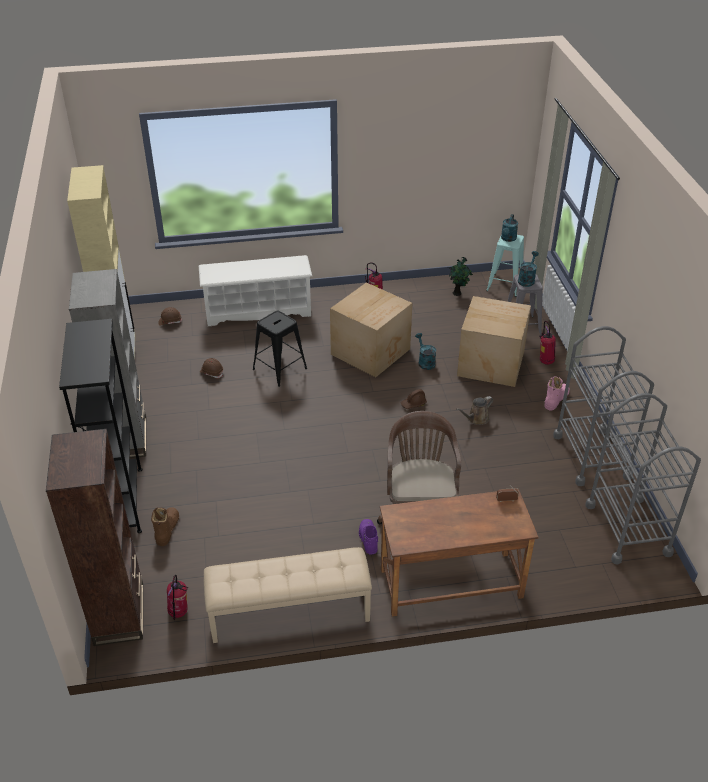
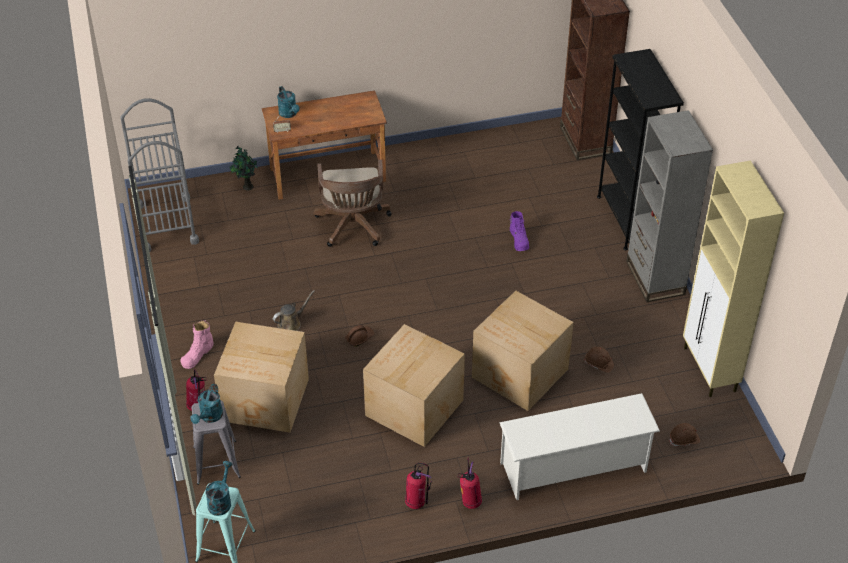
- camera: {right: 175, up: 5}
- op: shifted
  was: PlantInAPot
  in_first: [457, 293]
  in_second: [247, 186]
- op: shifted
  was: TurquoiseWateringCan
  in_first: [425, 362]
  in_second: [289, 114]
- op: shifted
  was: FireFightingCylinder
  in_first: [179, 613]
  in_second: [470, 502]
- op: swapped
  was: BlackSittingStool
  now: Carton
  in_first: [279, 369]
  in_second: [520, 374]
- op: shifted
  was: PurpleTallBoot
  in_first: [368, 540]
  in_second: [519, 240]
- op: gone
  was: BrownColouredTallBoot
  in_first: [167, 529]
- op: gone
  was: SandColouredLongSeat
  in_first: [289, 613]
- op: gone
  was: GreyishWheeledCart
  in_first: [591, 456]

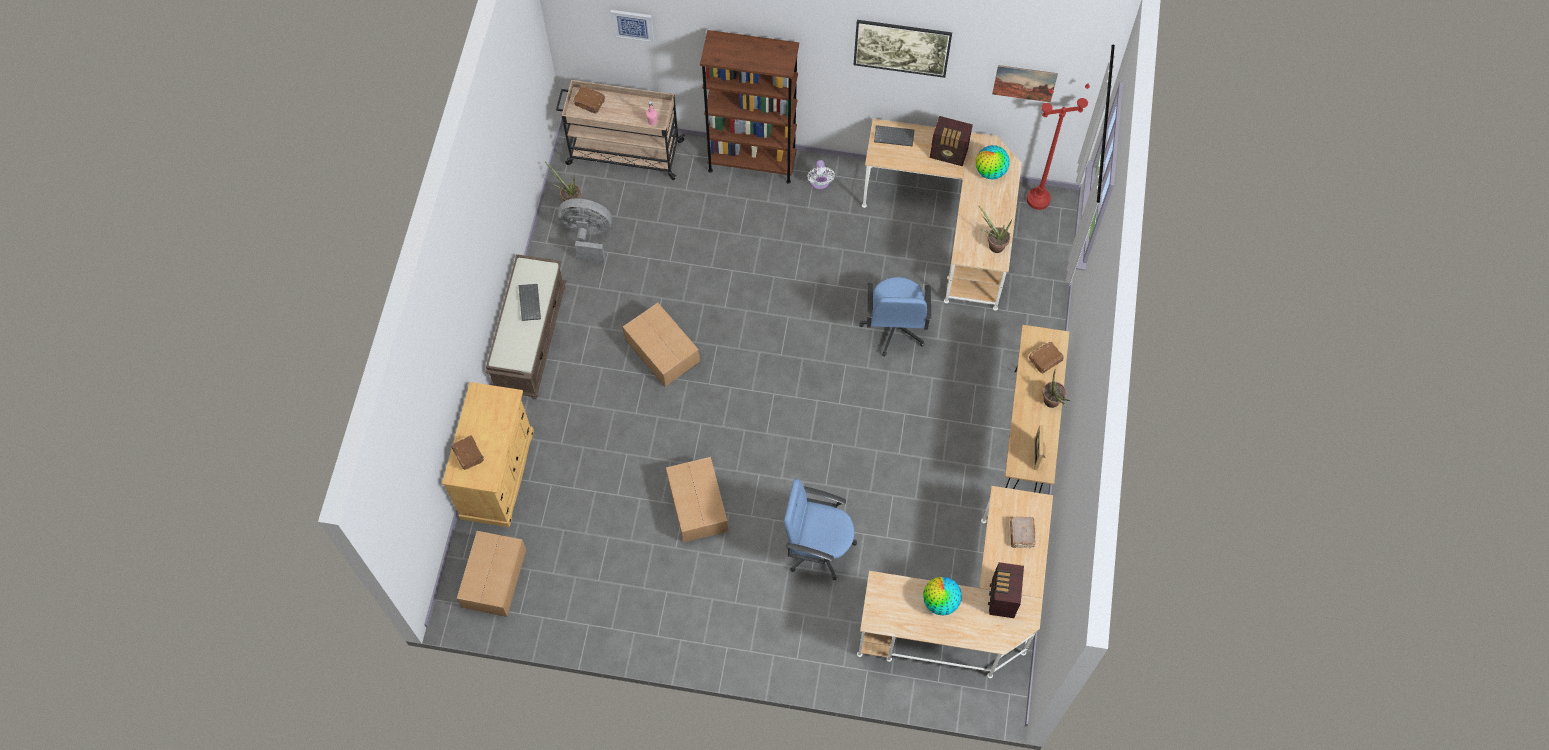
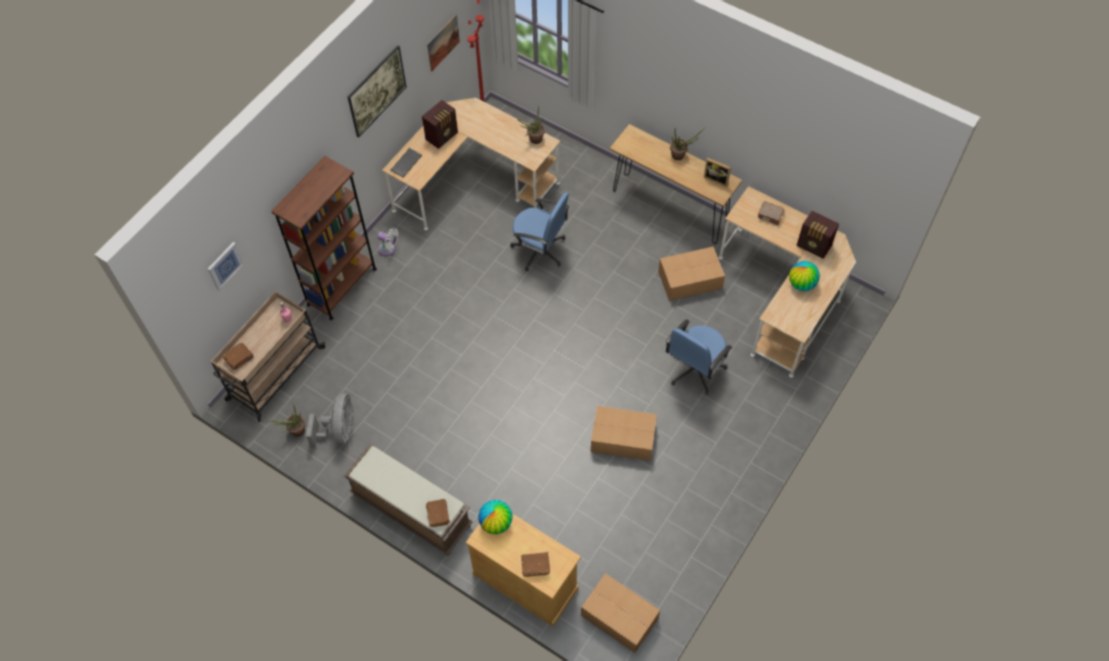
- camera: {right: -65, up: -5}
- op: rotated
  was: GreyishFan
  in_first: [588, 237]
  in_second: [339, 430]
  clockwise: 150
- op: shifted
  was: BrownColouredVolume
  in_first: [1045, 360]
  in_second: [438, 514]
- op: shifted
  was: DeskGlobe
  in_first: [990, 171]
  in_second: [496, 523]
- op: shifted
  was: Carton
  in_first: [662, 349]
  in_second: [689, 279]
- op: gone
  was: PcKeyboard
  in_first: [529, 302]

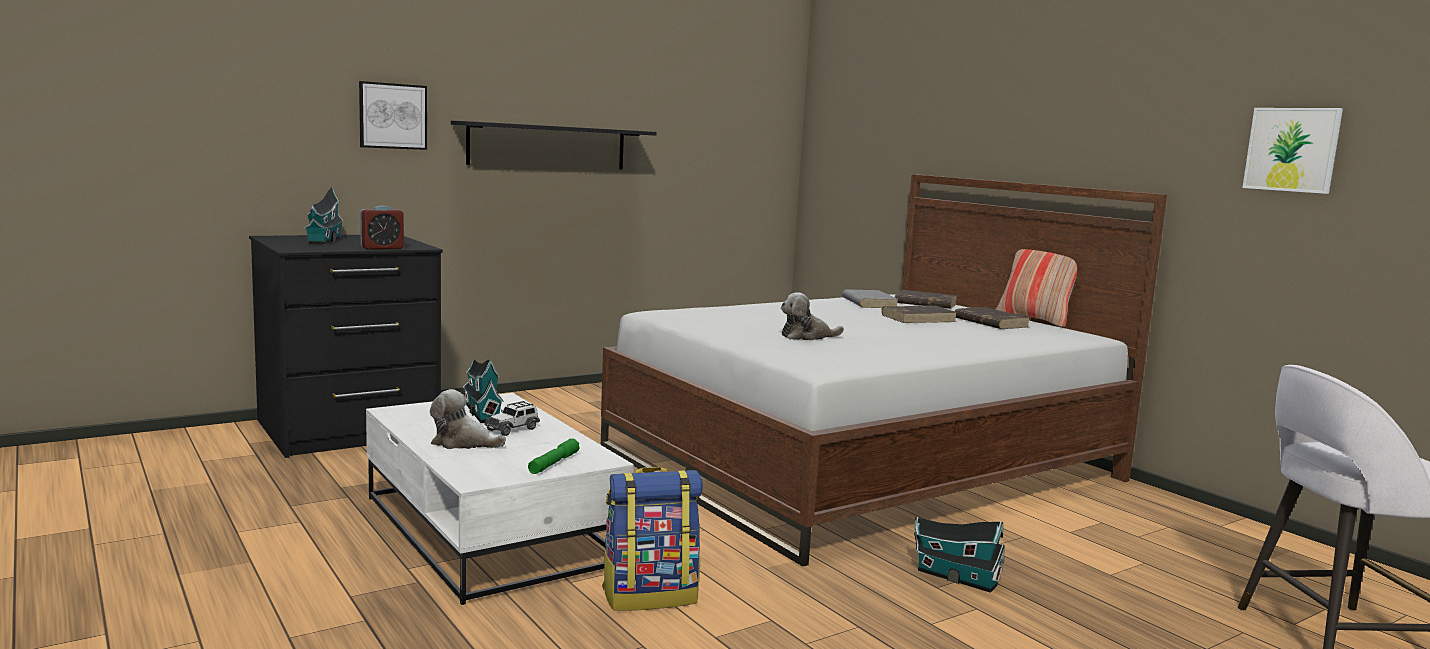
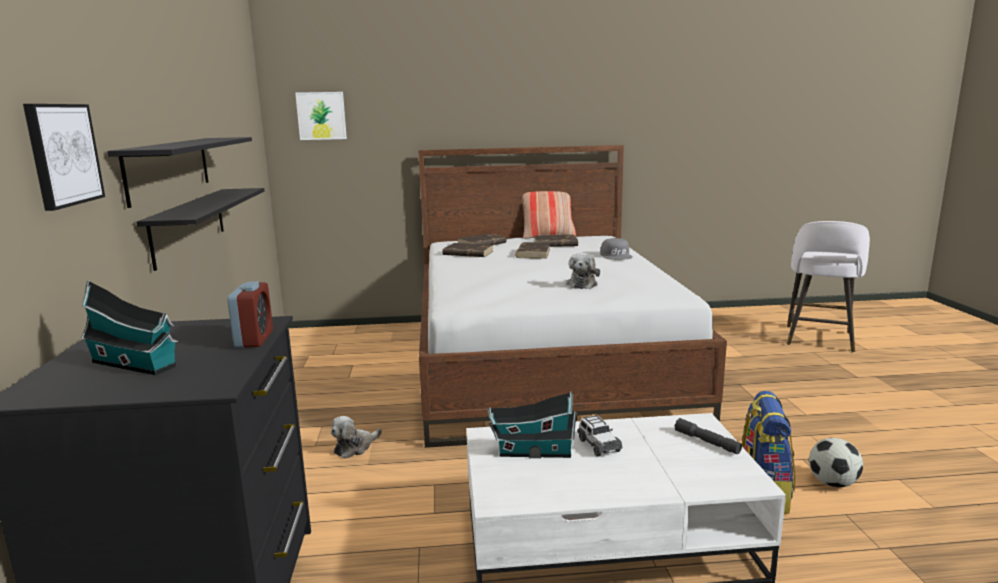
- camera: {right: -60, up: 5}
- op: new
  now: BlackShelf
  in_second: [189, 225]
- op: shifted
  was: WallPicture
  in_first: [1291, 149]
  in_second: [321, 116]
- op: shifted
  was: PlushToy
  in_first: [463, 443]
  in_second: [355, 447]
- op: repainted
  was: GreyishVolume
  now: BrownColouredVolume
  in_first: [869, 303]
  in_second: [467, 253]
- op: new
  now: GreyishPeakedCap
  in_second: [616, 255]
- op: repainted
  was: GreenishFlashlight
  now: GreyishFlashlight
  in_first: [553, 463]
  in_second: [707, 442]
- op: new
  now: BallForFootball
  in_second: [832, 483]
- op: gone
  was: ToyHouse
  in_first: [954, 577]

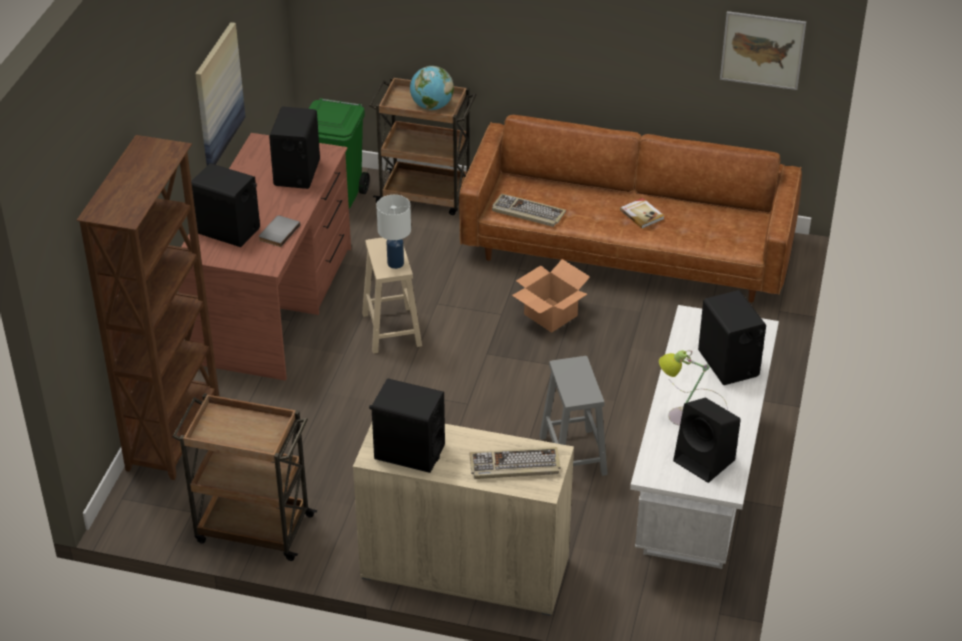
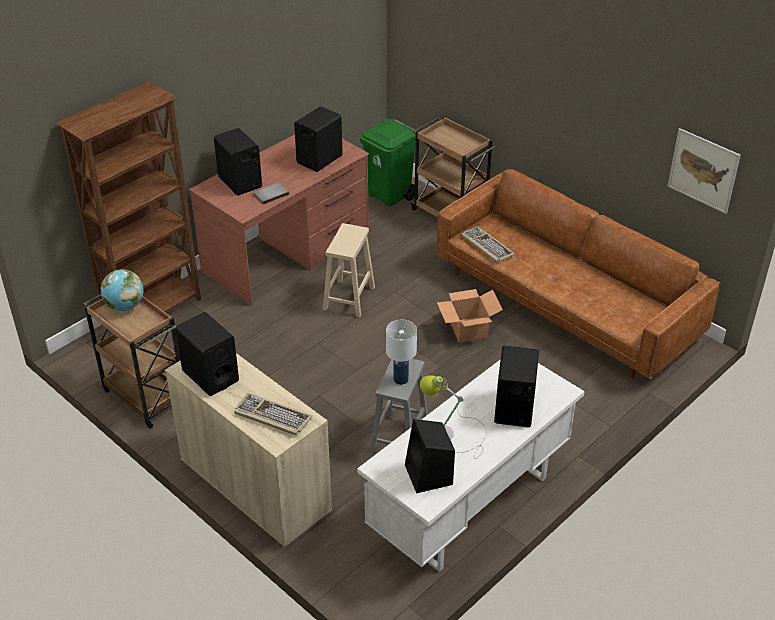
- camera: {right: 30, up: 0}
- op: shifted
  was: DeskGlobe
  in_first: [431, 106]
  in_second: [125, 306]
- op: shifted
  was: WhiteTabletopLamp
  in_first: [396, 263]
  in_second: [401, 379]
- op: gone
  was: WallPicture
  in_first: [218, 95]
- op: gone
  was: Volume
  in_first: [642, 214]

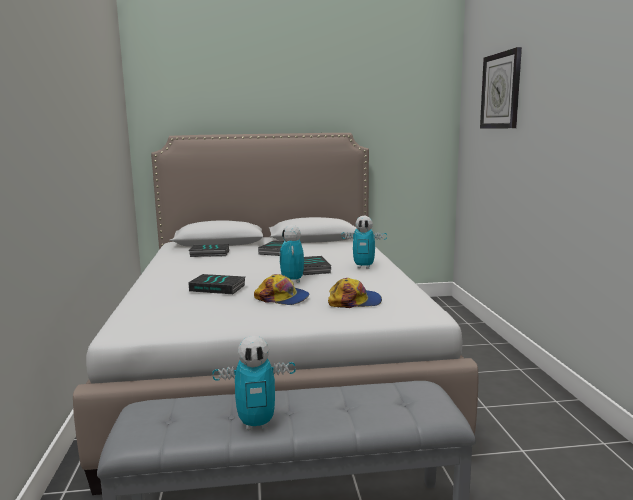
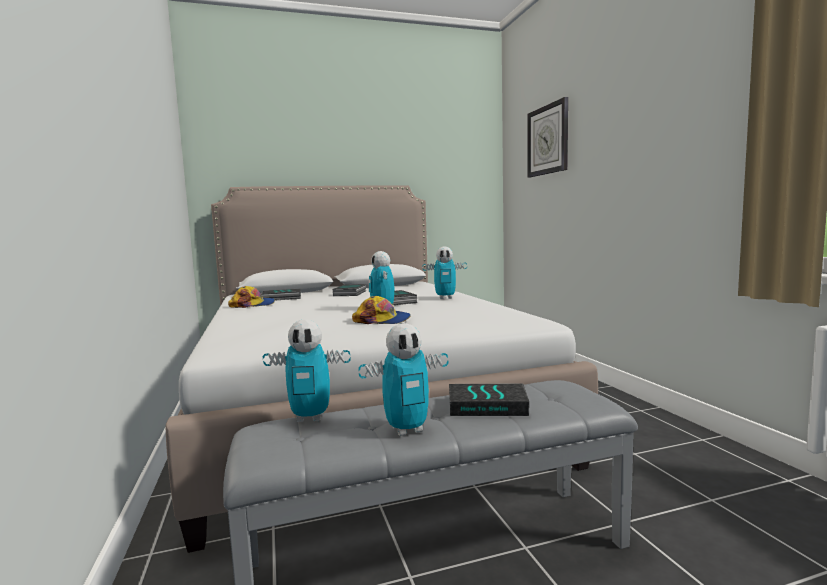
- camera: {right: -10, up: -5}
- op: shifted
  was: PeakedCap
  in_first: [354, 301]
  in_second: [253, 305]
- op: new
  now: RobotFigure
  in_second: [310, 417]
- op: shifted
  was: Volume
  in_first: [218, 288]
  in_second: [488, 405]

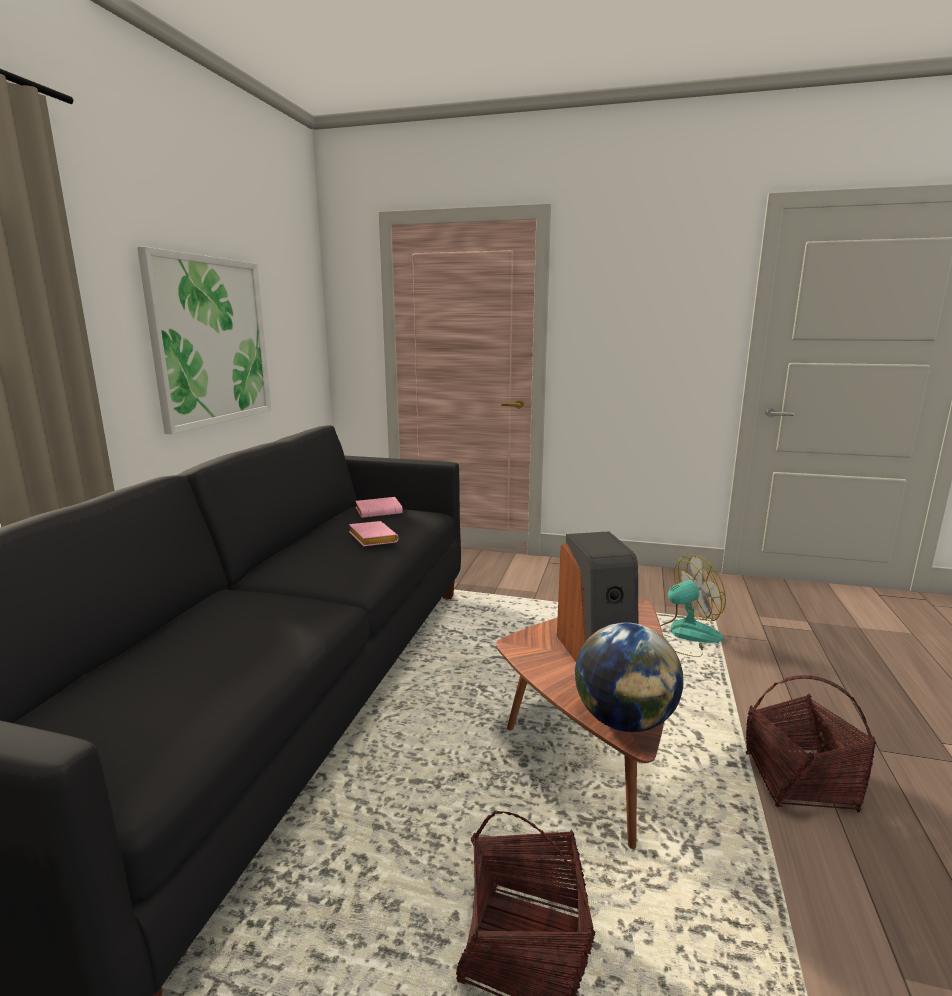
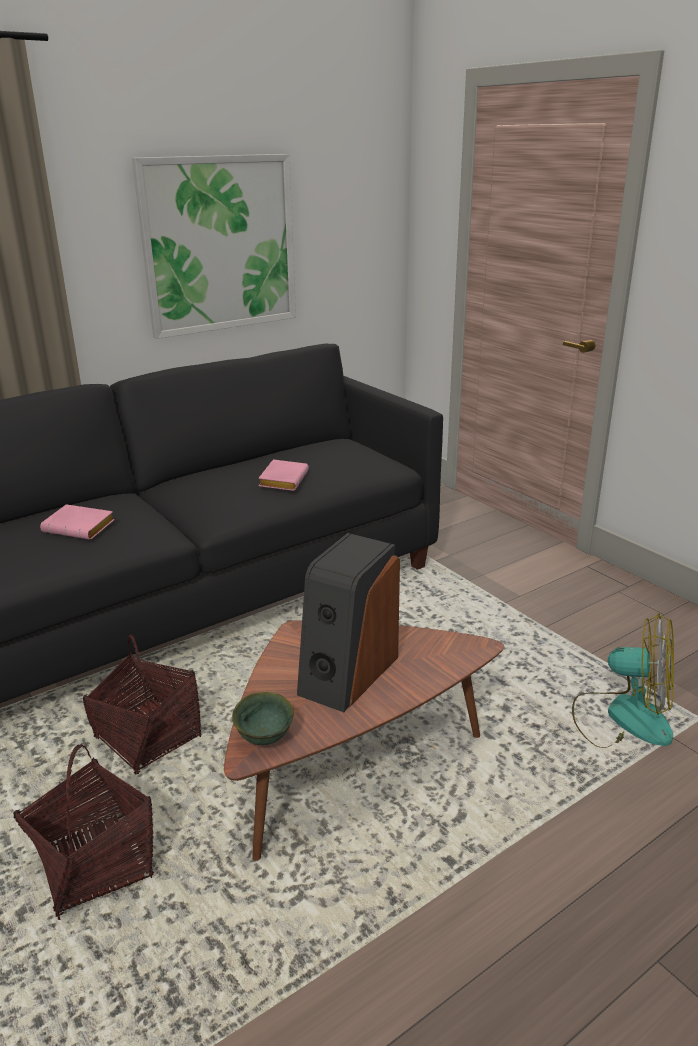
- camera: {right: 40, up: 10}
- op: shifted
  was: PinkishVolume
  in_first: [380, 511]
  in_second: [81, 527]
- op: shifted
  was: Basket
  in_first: [800, 782]
  in_second: [148, 738]
- op: swapped
  was: DeskGlobe
  now: GreenishDeepDish
  in_first: [624, 720]
  in_second: [265, 738]

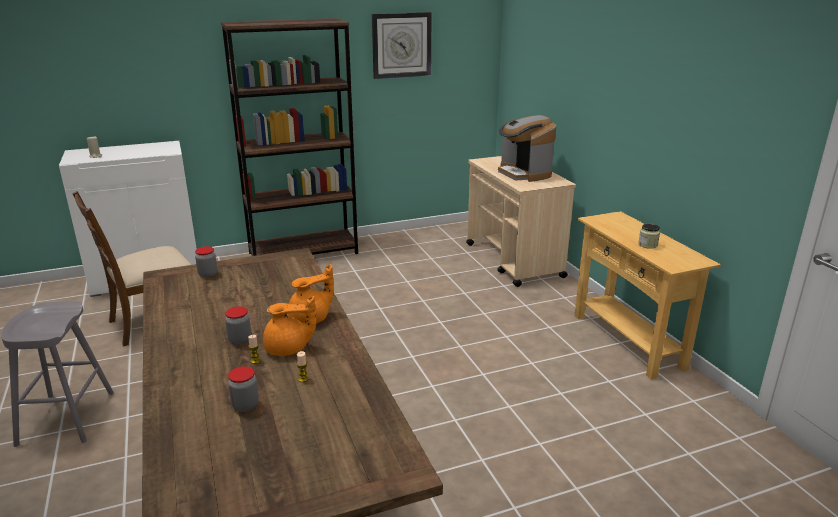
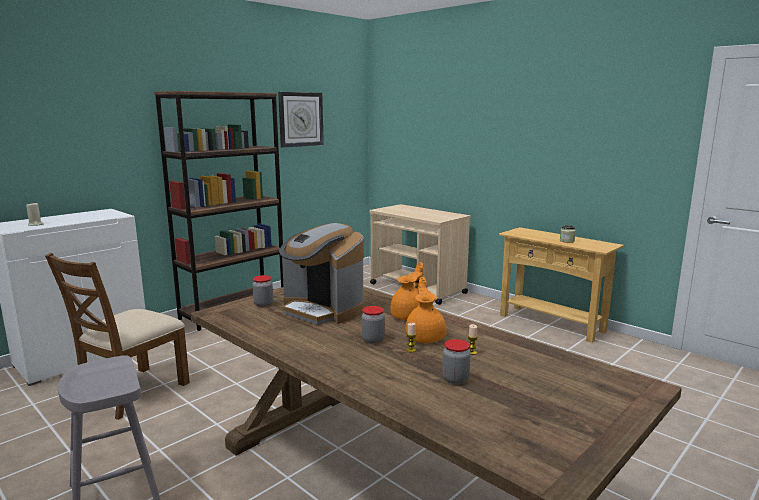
- camera: {right: -25, up: -10}
- op: shifted
  was: CoffeeBrewer
  in_first: [524, 173]
  in_second: [322, 310]
- op: rotated
  was: OrangeyPotForTea
  in_first: [288, 349]
  in_second: [425, 337]
  clockwise: -60

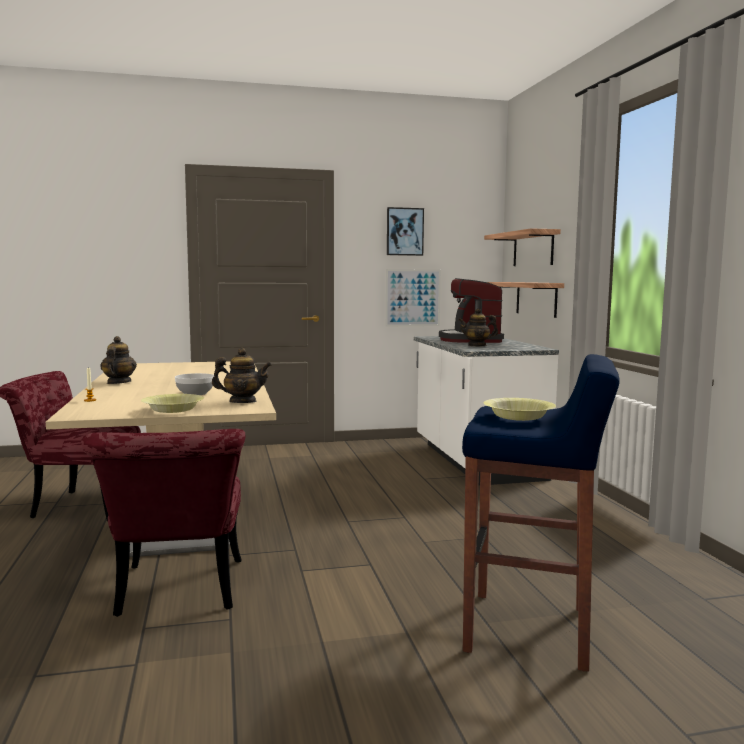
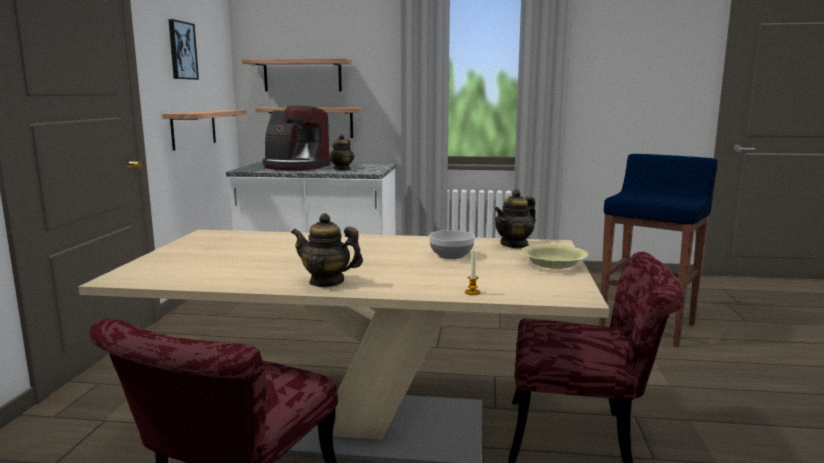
- camera: {right: -70, up: 5}
- op: swapped
  was: WallPicture
  now: Shelf
  in_first: [413, 297]
  in_second: [193, 129]
- op: rotated
  was: PotForTea
  in_first: [242, 402]
  in_second: [514, 244]
  clockwise: -150
- op: gone
  was: YellowishDeepDish
  in_first: [518, 417]

